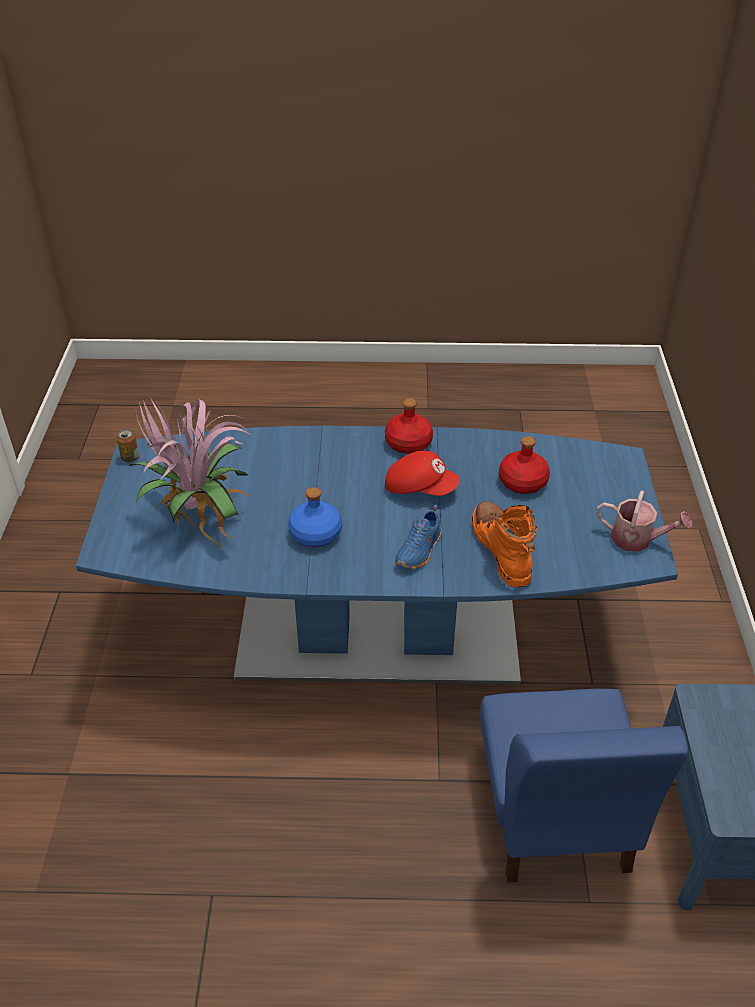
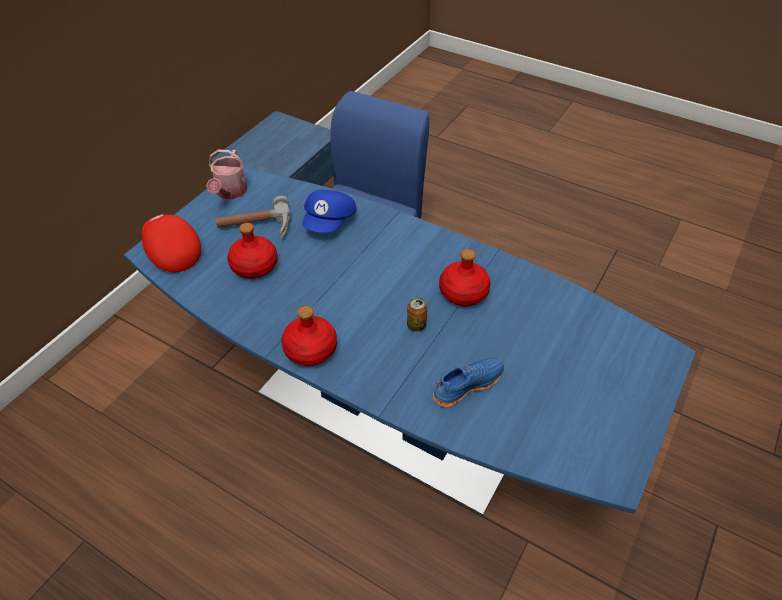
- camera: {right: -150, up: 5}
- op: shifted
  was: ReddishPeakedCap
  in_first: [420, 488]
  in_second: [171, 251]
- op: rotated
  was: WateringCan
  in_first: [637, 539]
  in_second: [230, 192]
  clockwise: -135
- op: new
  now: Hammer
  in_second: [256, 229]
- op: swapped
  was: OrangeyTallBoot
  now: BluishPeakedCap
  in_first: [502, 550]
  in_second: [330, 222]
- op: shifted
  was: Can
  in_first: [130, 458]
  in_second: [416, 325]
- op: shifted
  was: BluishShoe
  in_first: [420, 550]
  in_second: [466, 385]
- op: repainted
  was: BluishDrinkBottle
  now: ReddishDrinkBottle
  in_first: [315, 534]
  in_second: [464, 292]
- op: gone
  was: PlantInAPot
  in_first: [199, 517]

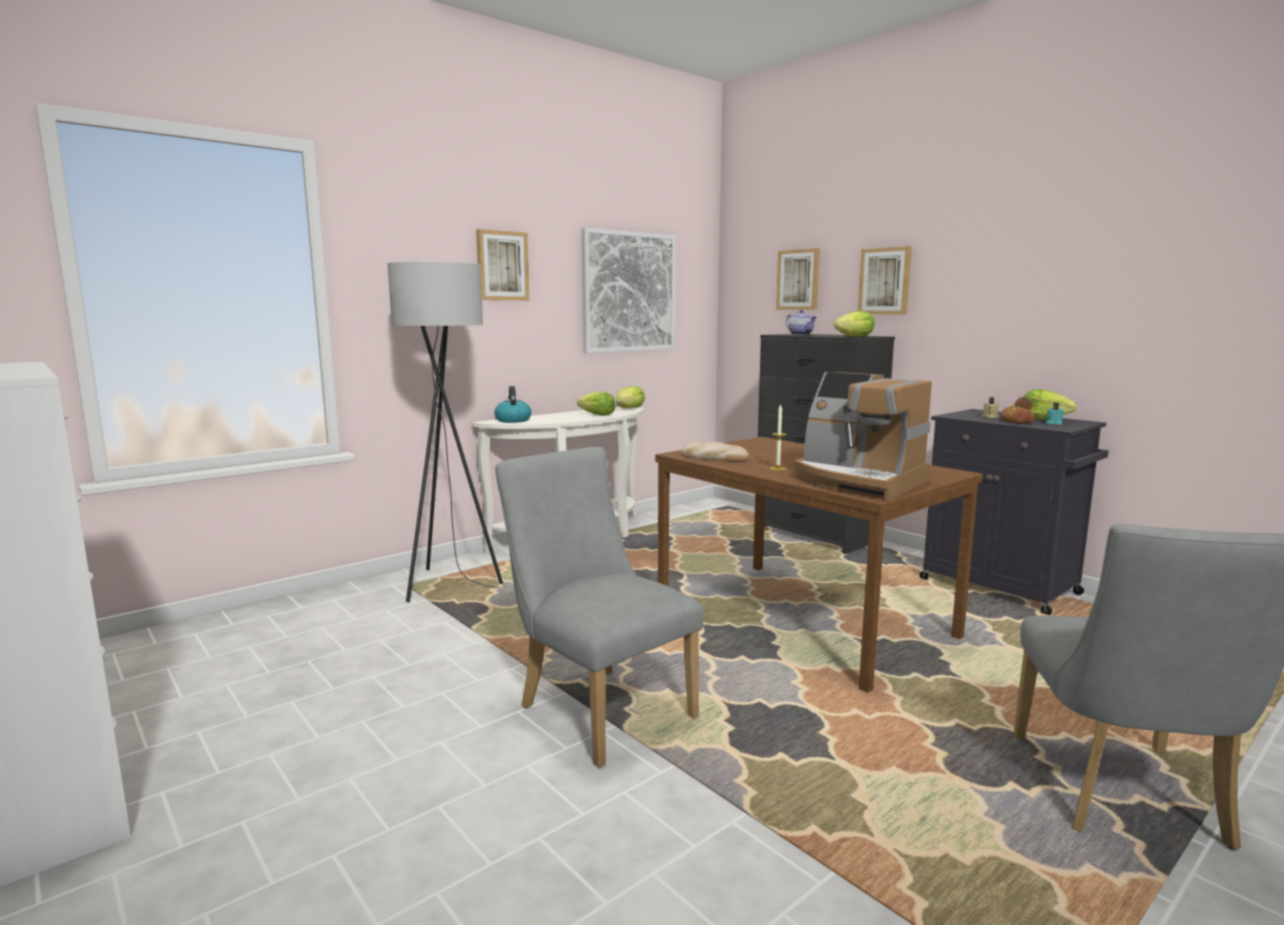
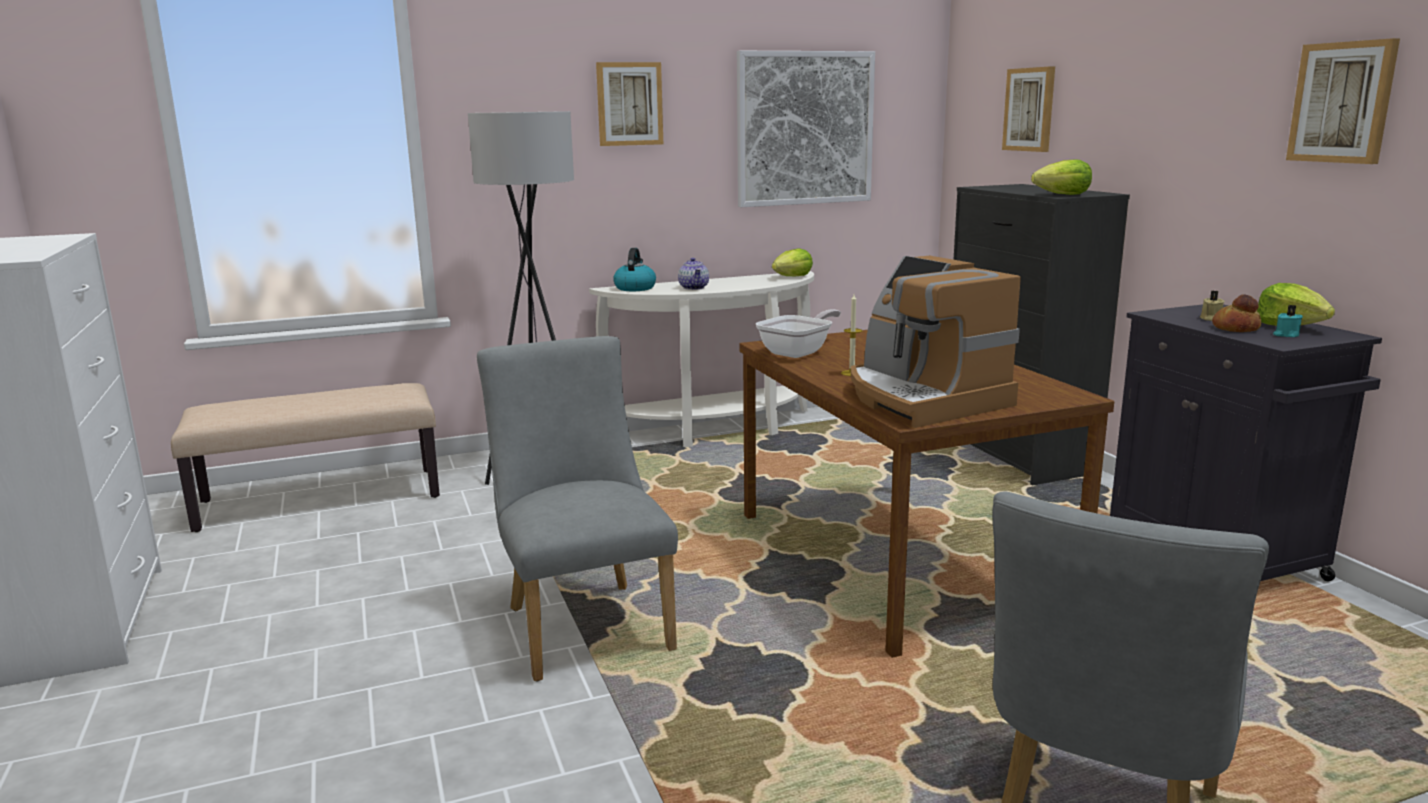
- camera: {right: 20, up: 5}
- op: new
  now: SandColouredLongSeat
  in_second: [321, 498]
- op: shifted
  was: PotForTea
  in_first: [801, 334]
  in_second: [694, 288]
- op: swapped
  was: BakedBread
  now: Skillet
  in_first: [714, 457]
  in_second: [799, 352]
- op: shifted
  was: WallPicture
  in_first: [885, 281]
  in_second: [1342, 102]
- op: gone
  was: LettuceHead
  in_first: [597, 415]

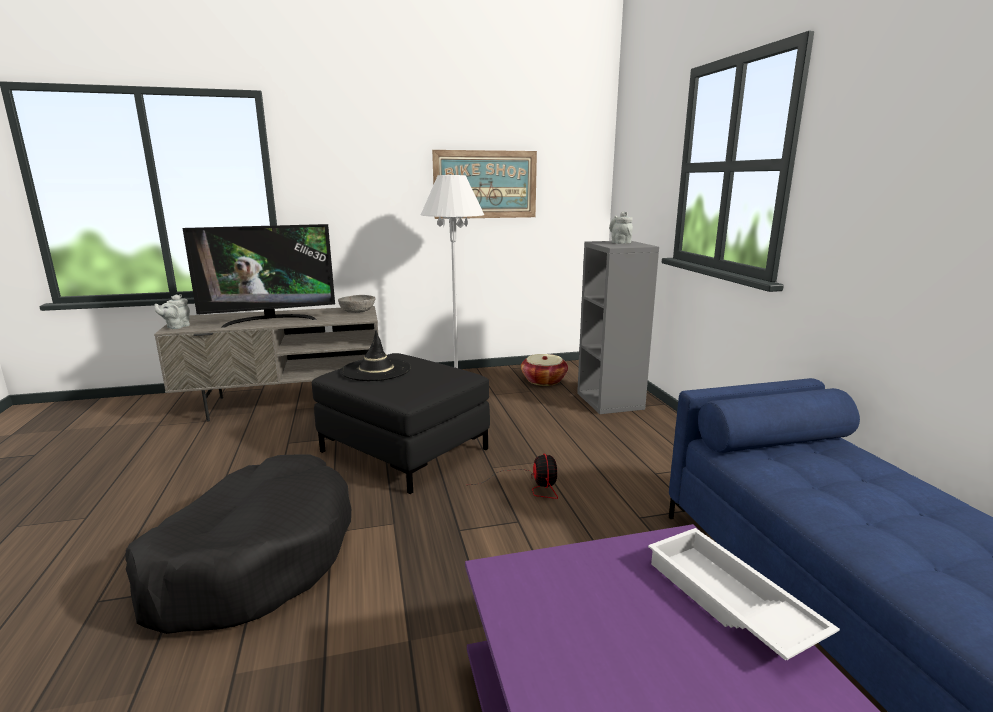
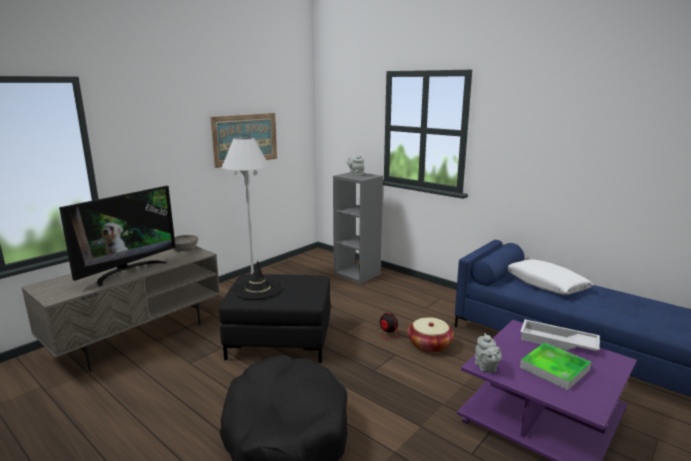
- camera: {right: -35, up: 0}
- op: shifted
  was: Basket
  in_first: [543, 380]
  in_second: [429, 345]
- op: shifted
  was: GreyishPotForTea
  in_first: [176, 327]
  in_second: [486, 368]
- op: new
  now: WhiteCushion
  in_second: [546, 284]
- op: new
  now: Tray
  in_second: [554, 369]

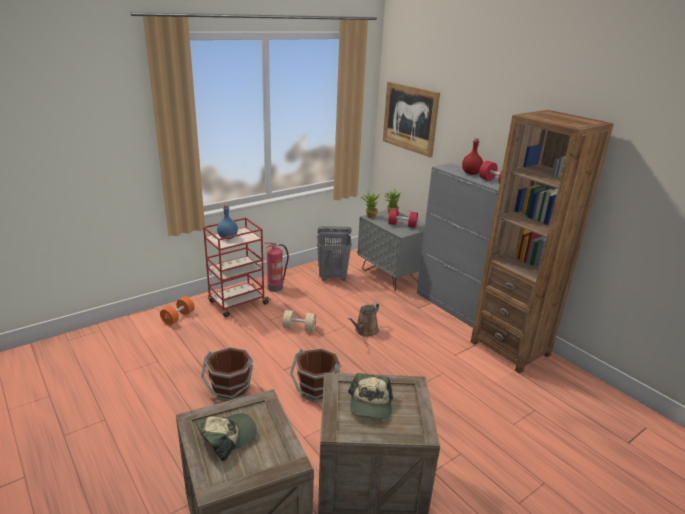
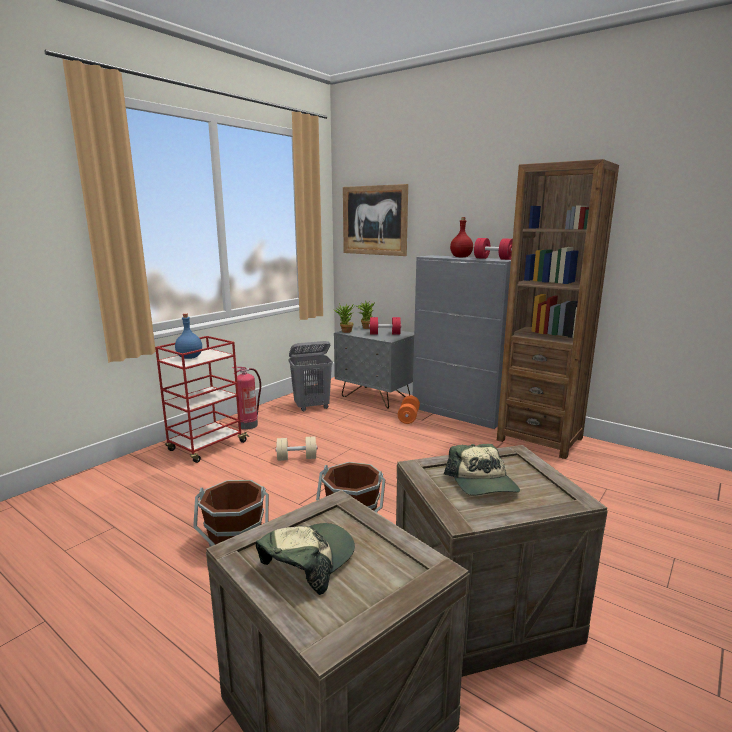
- camera: {right: -15, up: -10}
- op: shifted
  was: OrangeyFreeWeight
  in_first: [178, 317]
  in_second: [408, 417]
- op: gone
  was: BrownColouredWateringCan
  in_first: [365, 331]

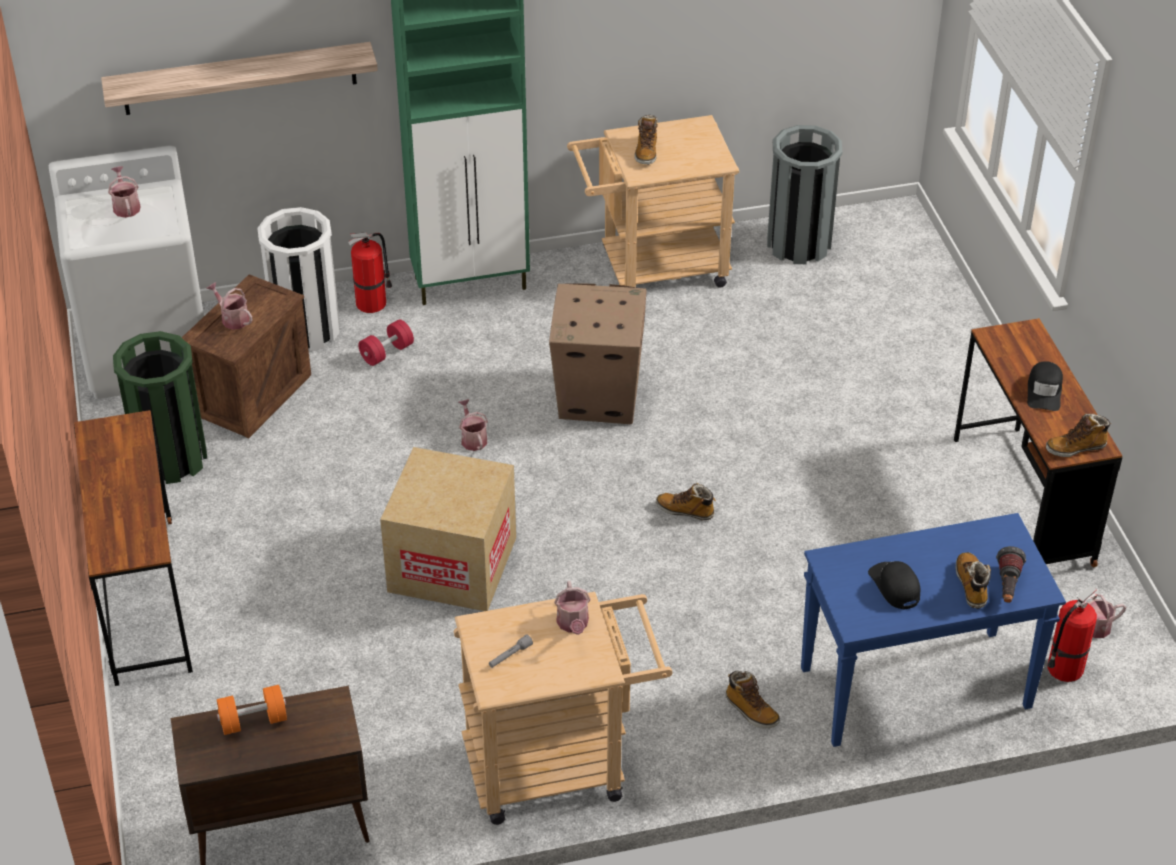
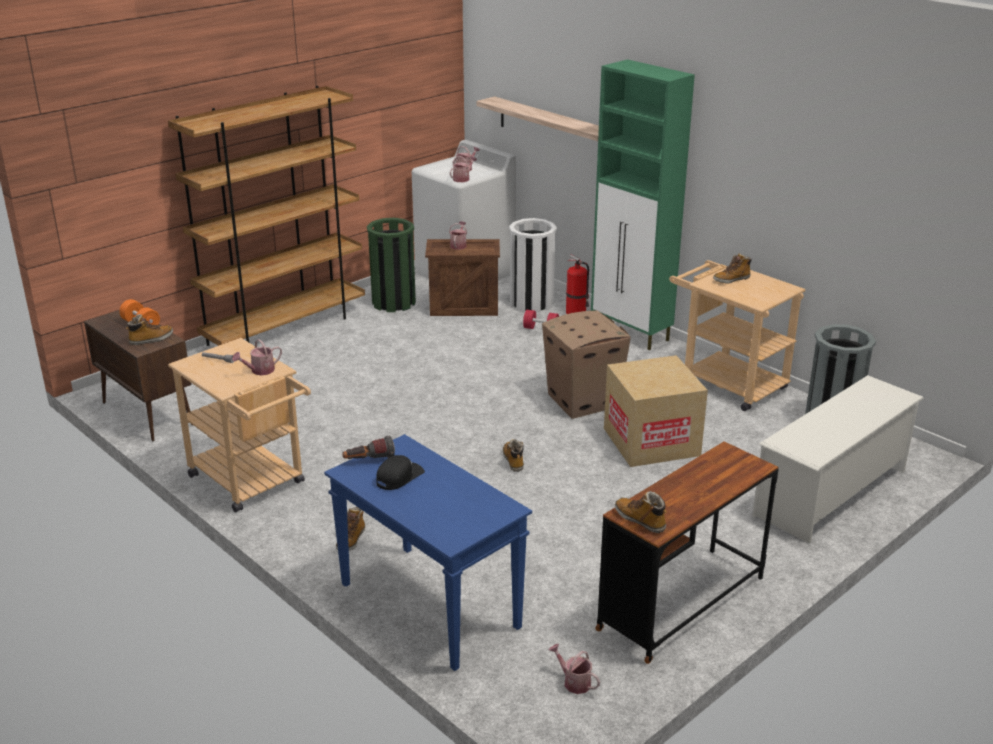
- camera: {right: 60, up: -15}
- op: shifted
  was: TallBoot
  in_first: [971, 585]
  in_second: [151, 340]
- op: swapped
  was: BrownColouredDesk
  now: BrownColouredBookcase
  in_first: [144, 600]
  in_second: [285, 328]
- op: shifted
  was: Flashlight
  in_first: [1007, 587]
  in_second: [369, 461]
- op: shifted
  was: WateringCan
  in_first: [472, 438]
  in_second: [463, 179]
- op: shifted
  was: Carton
  in_first: [452, 564]
  in_second: [651, 442]
- op: new
  now: WhiteShoeStand
  in_second: [831, 493]
- op: gone
  was: BlackPeakedCap
  in_first: [1044, 391]
- op: gone
  was: FireFightingCylinder
  in_first: [1064, 669]

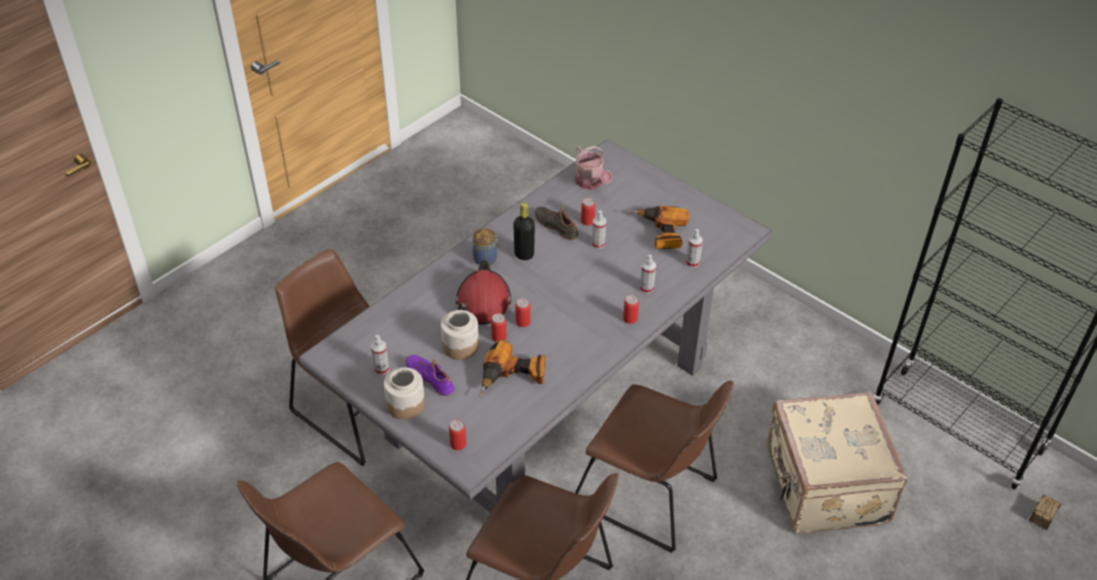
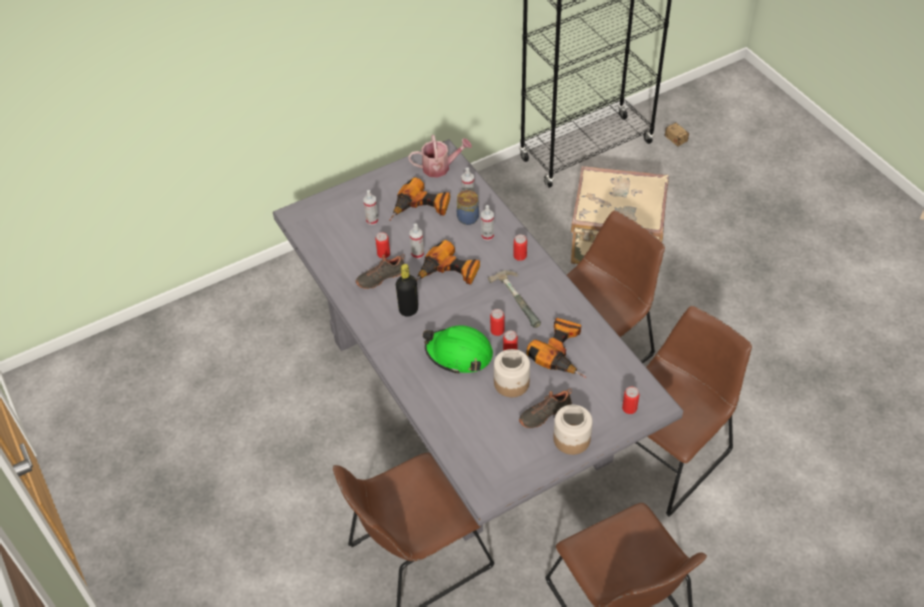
- camera: {right: -70, up: 5}
- op: shifted
  was: SprayBottle
  in_first: [381, 369]
  in_second: [372, 220]
- op: shifted
  was: WateringCan
  in_first: [591, 183]
  in_second: [440, 167]
- op: new
  now: ElectricDrill
  in_second: [449, 274]
- op: repainted
  was: ReddishWorkHelmet
  now: GreenishWorkHelmet
  in_first: [483, 301]
  in_second: [459, 354]
- op: shifted
  was: PreserveJar
  in_first: [486, 259]
  in_second: [468, 217]
- op: new
  now: Hammer
  in_second: [521, 298]
- op: repainted
  was: PurpleShoe
  now: BlackShoe
  in_first: [431, 378]
  in_second: [544, 413]

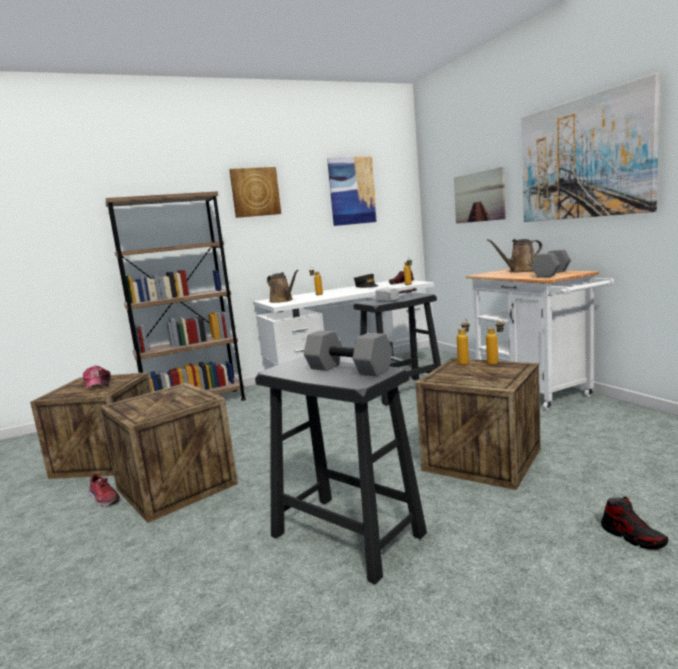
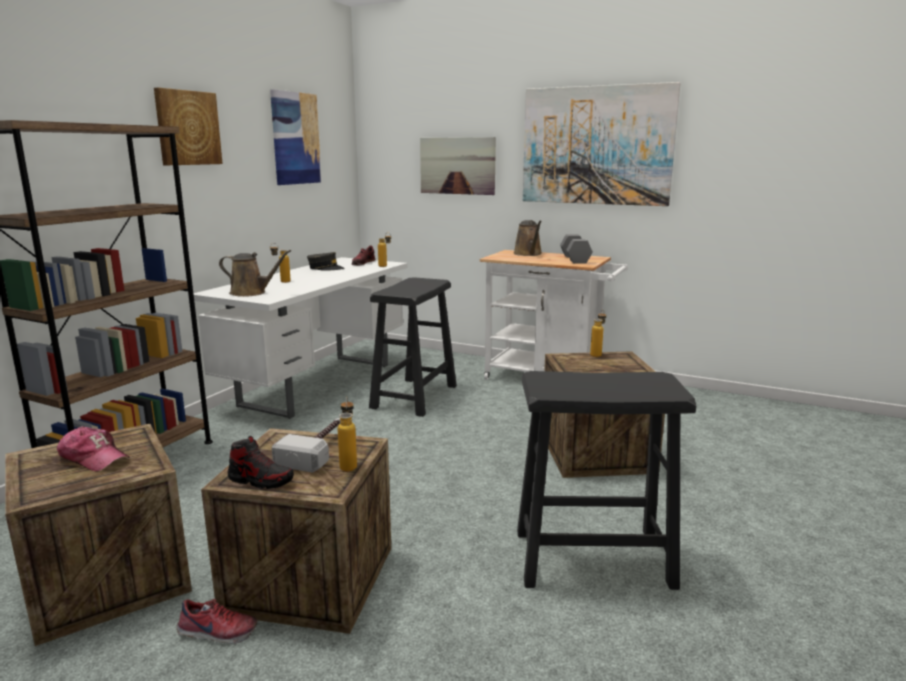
- camera: {right: -40, up: 5}
- op: shifted
  was: Shoe
  in_first: [632, 537]
  in_second: [261, 480]
- op: shifted
  was: Hammer
  in_first: [399, 298]
  in_second: [318, 449]
- op: shifted
  was: DrinkBottle
  in_first: [465, 362]
  in_second: [349, 464]
- op: rotated
  was: BrownColouredWateringCan
  in_first: [520, 271]
  in_second: [528, 254]
  clockwise: -45
- op: gone
  was: GreyishFreeWeight
  in_first: [347, 370]

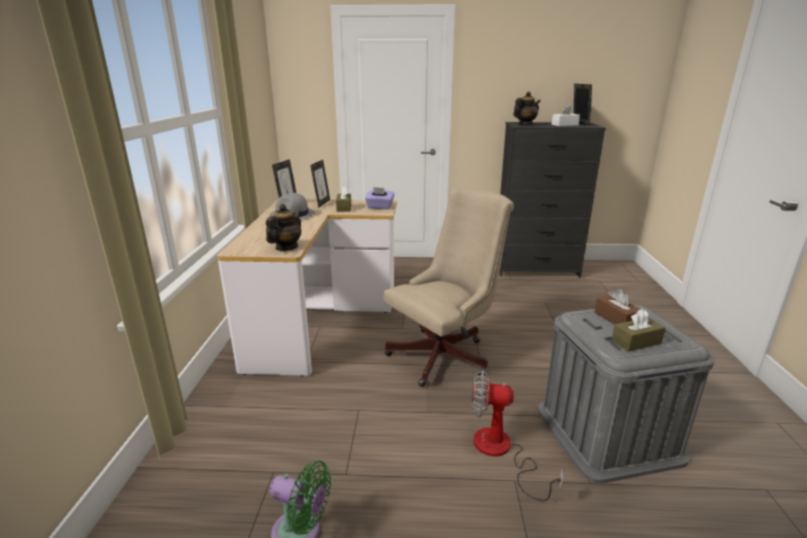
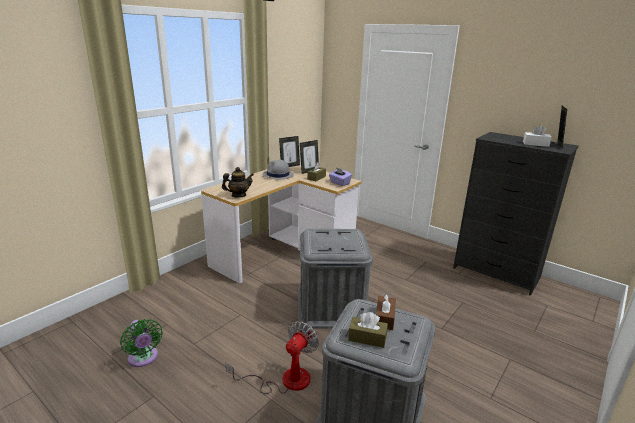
- camera: {right: 35, up: 0}
- op: rotated
  was: Fan
  in_first: [501, 452]
  in_second: [285, 380]
  clockwise: 75
- op: swapped
  was: SandColouredComputerChair
  now: GreyishStorageBox
  in_first: [445, 355]
  in_second: [331, 306]
- op: gone
  was: PotForTea
  in_first: [525, 124]

